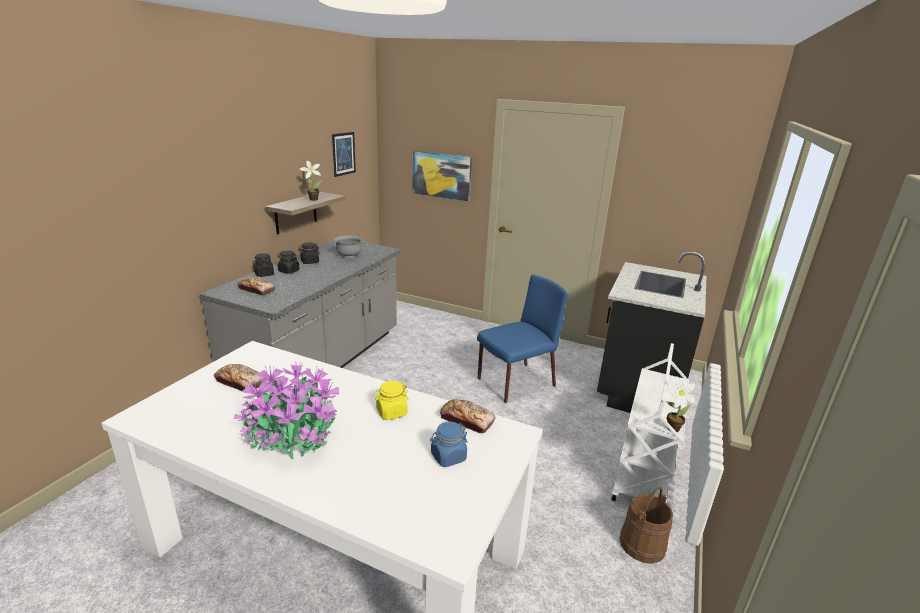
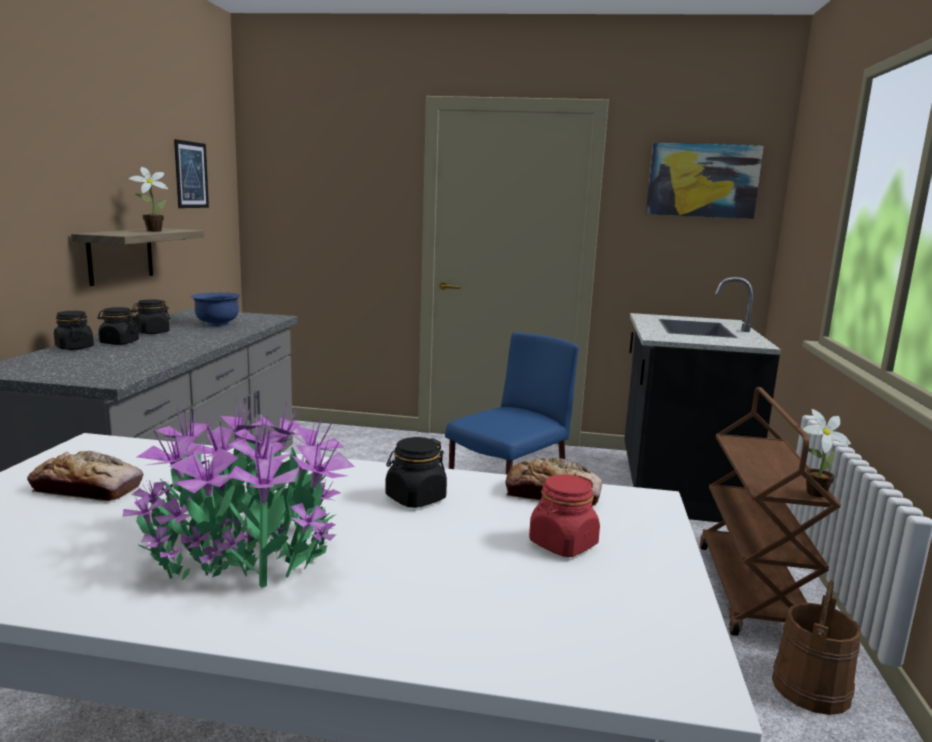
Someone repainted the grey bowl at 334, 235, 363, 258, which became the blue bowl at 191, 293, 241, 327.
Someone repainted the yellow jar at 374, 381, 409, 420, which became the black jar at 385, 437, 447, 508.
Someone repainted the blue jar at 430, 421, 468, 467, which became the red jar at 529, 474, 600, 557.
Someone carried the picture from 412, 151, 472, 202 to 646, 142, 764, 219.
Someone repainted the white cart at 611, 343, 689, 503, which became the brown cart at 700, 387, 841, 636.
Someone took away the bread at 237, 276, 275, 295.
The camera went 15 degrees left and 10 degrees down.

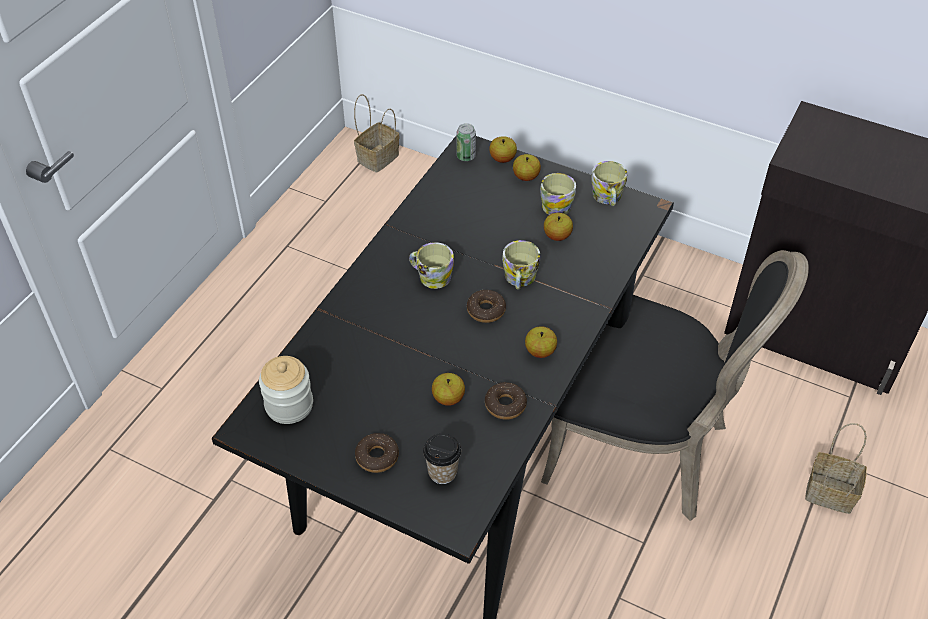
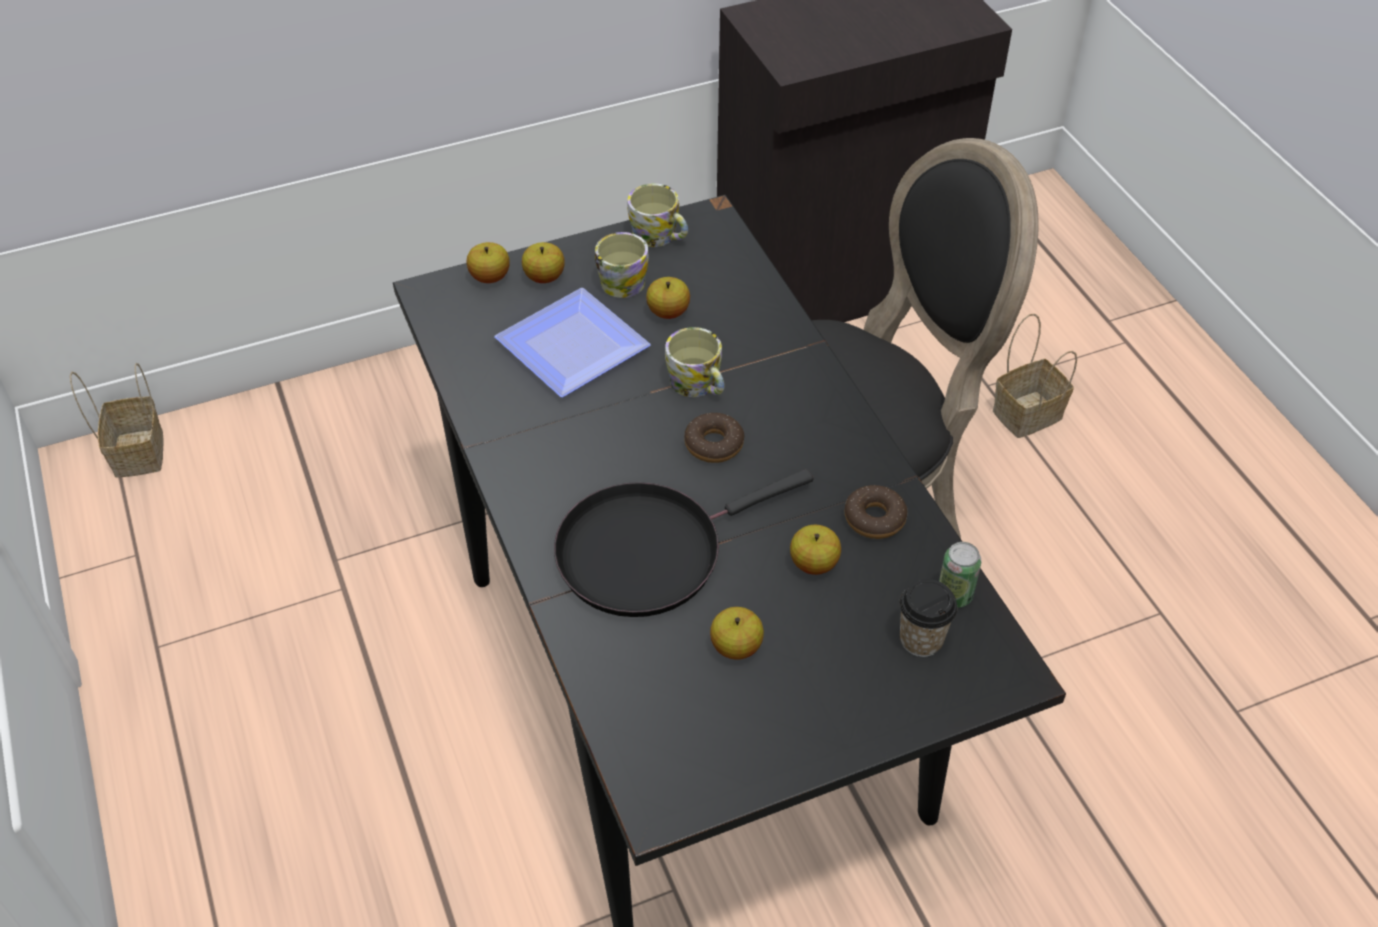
Someone put down the plate at 494, 288, 651, 397.
Someone put down the black frying pan at 554, 469, 813, 617.
Someone carried the apple from 525, 326, 557, 358 to 710, 607, 764, 660.
Someone carried the can from 456, 123, 476, 161 to 939, 542, 981, 608.
Someone took away the jar at 259, 356, 313, 424.
Someone took away the donut at 355, 433, 399, 473.
Someone took away the mug at 409, 242, 454, 289.
The camera went 50 degrees left and 0 degrees up.

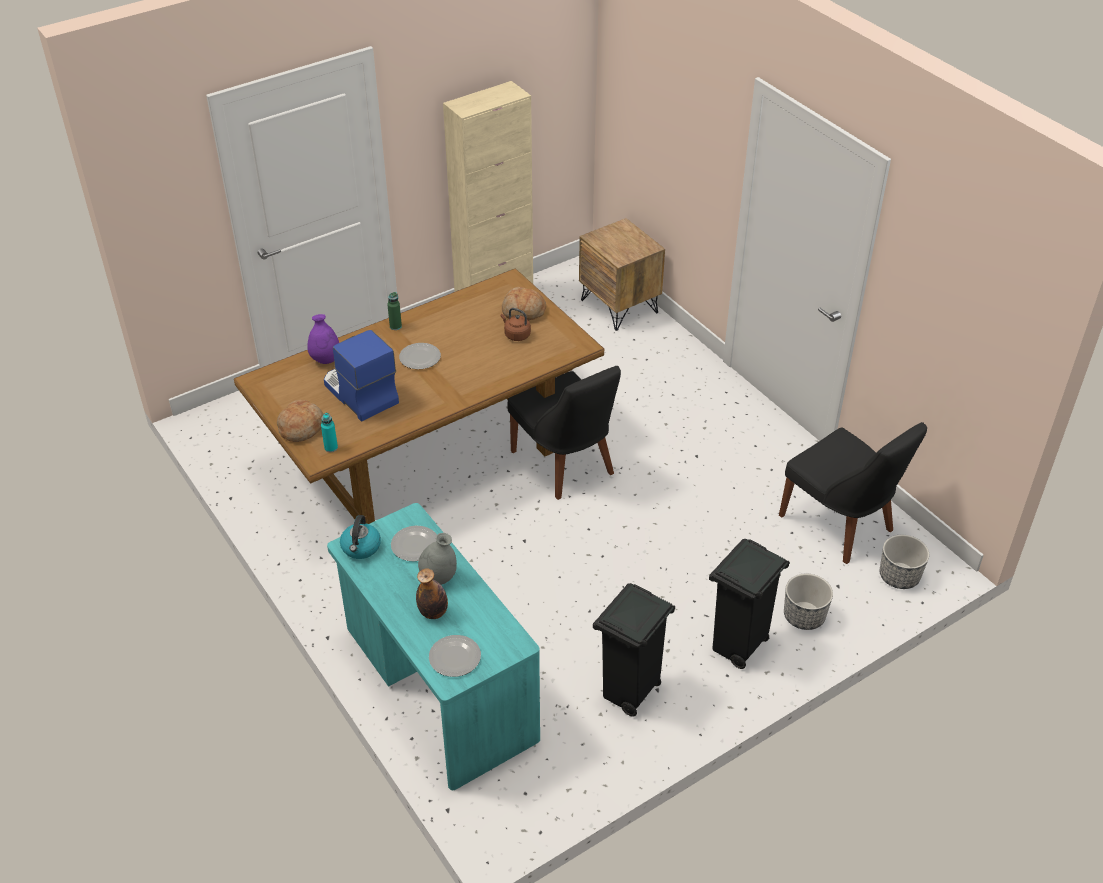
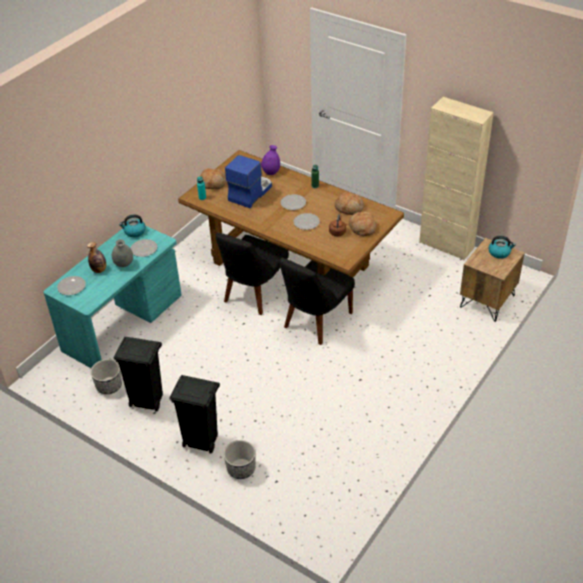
Someone carried the planter from 880, 535, 929, 589 to 90, 359, 122, 394.
Someone carried the black chair from 779, 422, 927, 564 to 216, 232, 289, 315.
Someone put down the plate at 293, 213, 320, 230.
Someone put down the bread at 335, 192, 364, 215.
Someone put down the kettle at 488, 236, 516, 259.
The camera went 70 degrees right and 0 degrees up.

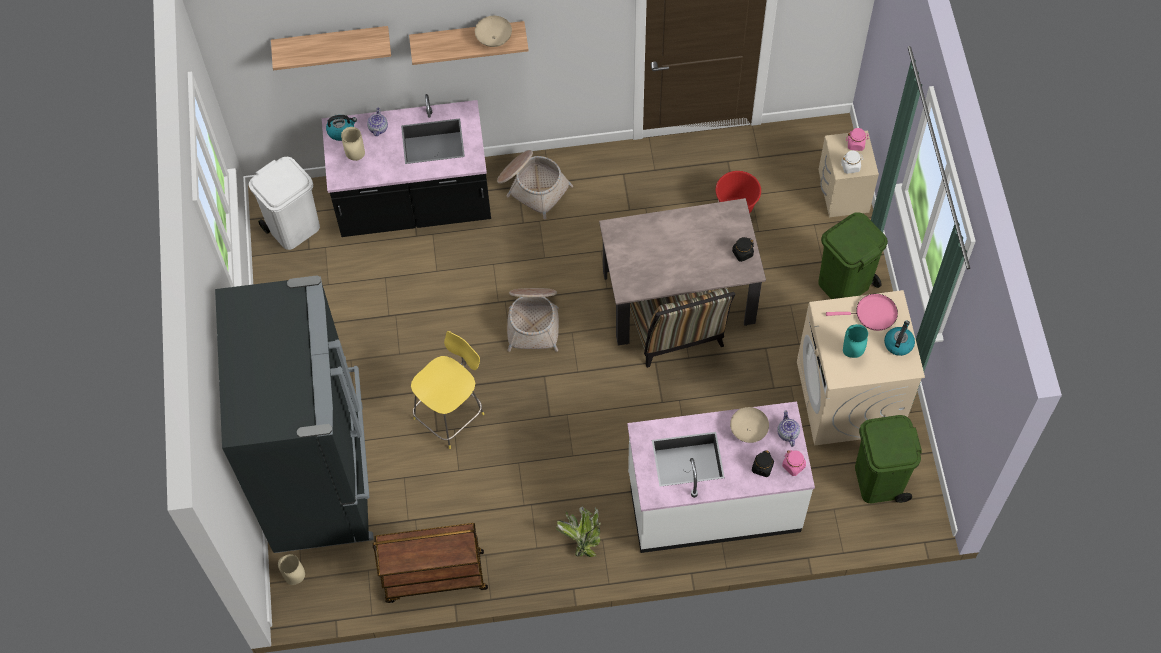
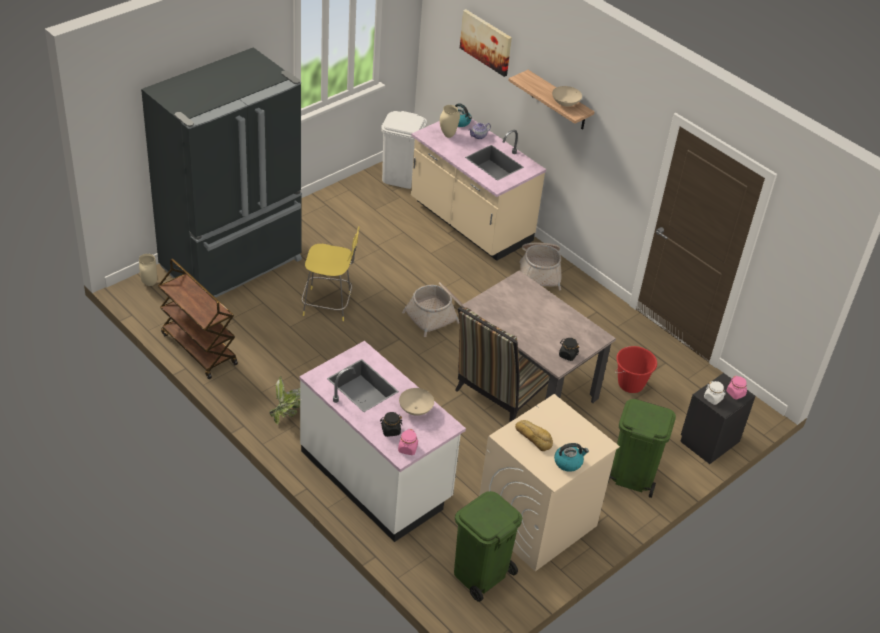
Someone repainted the black counter at 322, 94, 491, 237, which became the beige counter at 411, 119, 546, 261.
Someone swapped the shelf at 271, 26, 391, 70 for the picture at 460, 9, 512, 77.
Someone swapped the turquoise vase at 843, 324, 868, 358 for the bread at 515, 420, 553, 451.
Someone repainted the beige nightstand at 818, 130, 879, 217, which became the black nightstand at 680, 373, 755, 464.
Someone took away the teapot at 777, 410, 800, 447.
Someone took away the pink frying pan at 826, 294, 898, 331.
The camera went 50 degrees right and 20 degrees down.

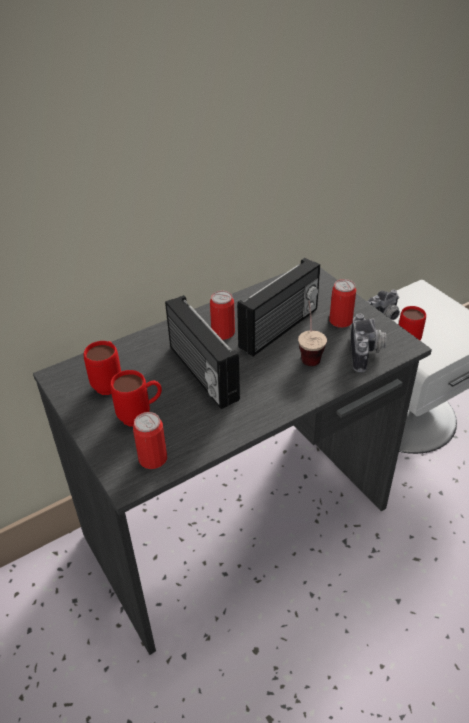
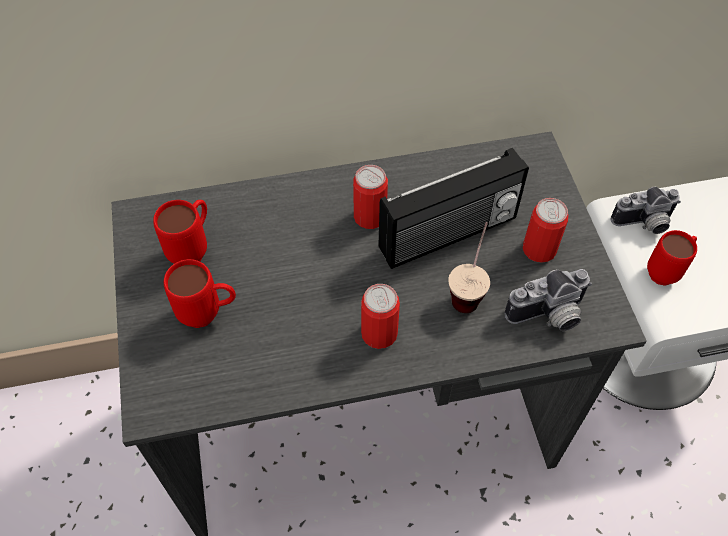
Someone carried the can from 133, 412, 167, 469 to 361, 284, 400, 349.
Someone rotated the photo camera at 351, 314, 386, 372 by 45 degrees clockwise.
Someone took away the radio at 165, 295, 240, 409.
The camera went 20 degrees right and 15 degrees up.

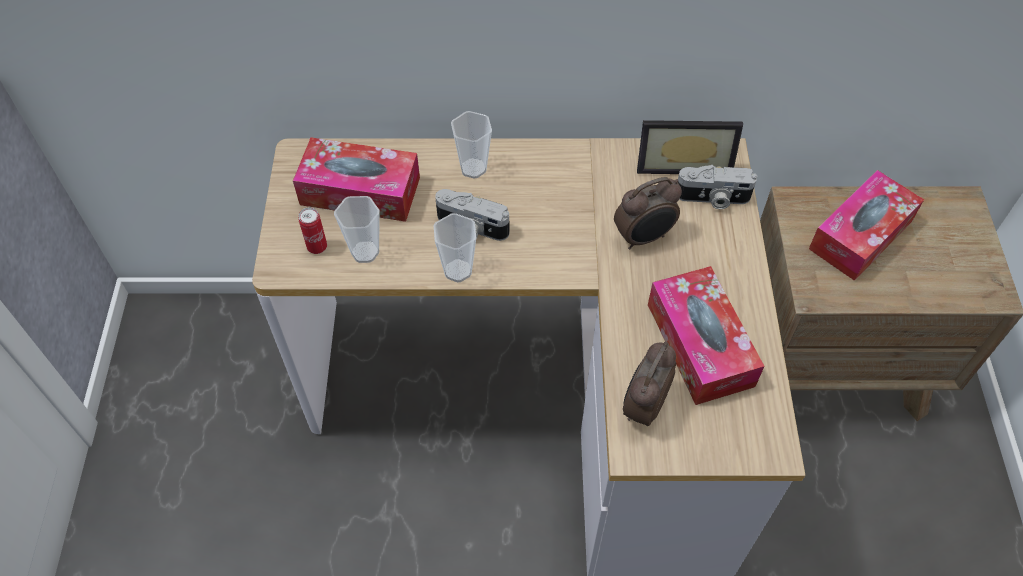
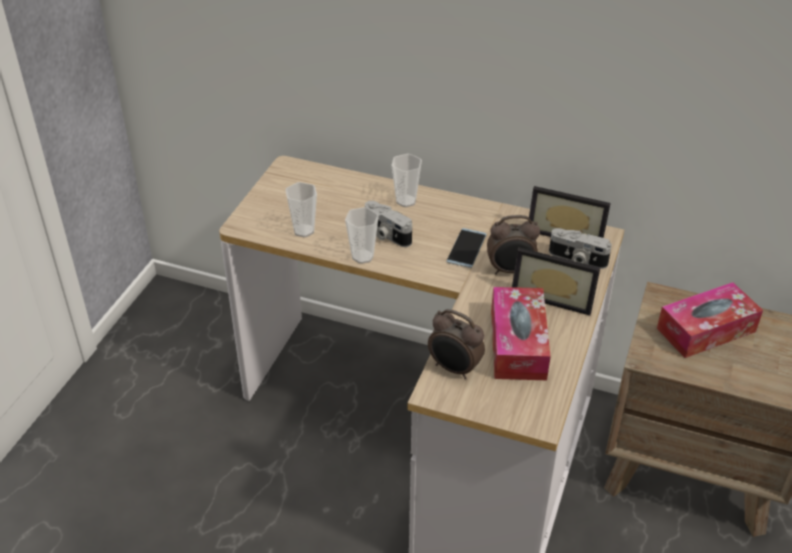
Someone rotated the alarm clock at 623, 341, 676, 426 by 105 degrees counterclockwise.
Someone put down the phone at 446, 228, 487, 268.
Someone put down the picture frame at 512, 247, 600, 316.
Someone took away the tissue box at 293, 137, 420, 222.
Someone took away the can at 298, 207, 327, 254.
The camera went 20 degrees right and 15 degrees down.

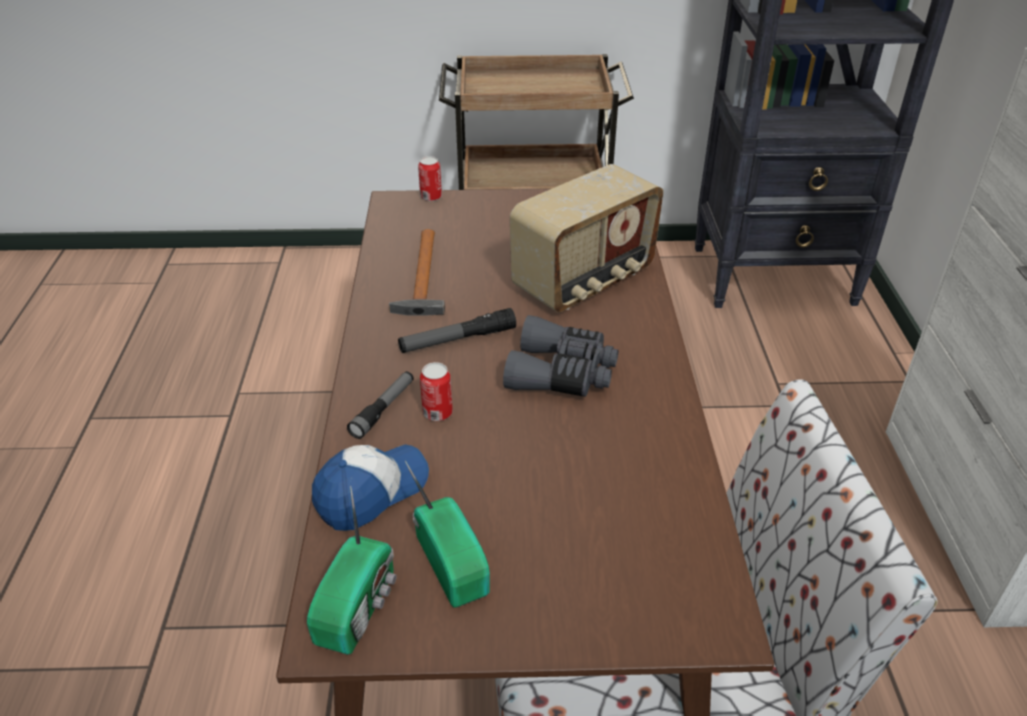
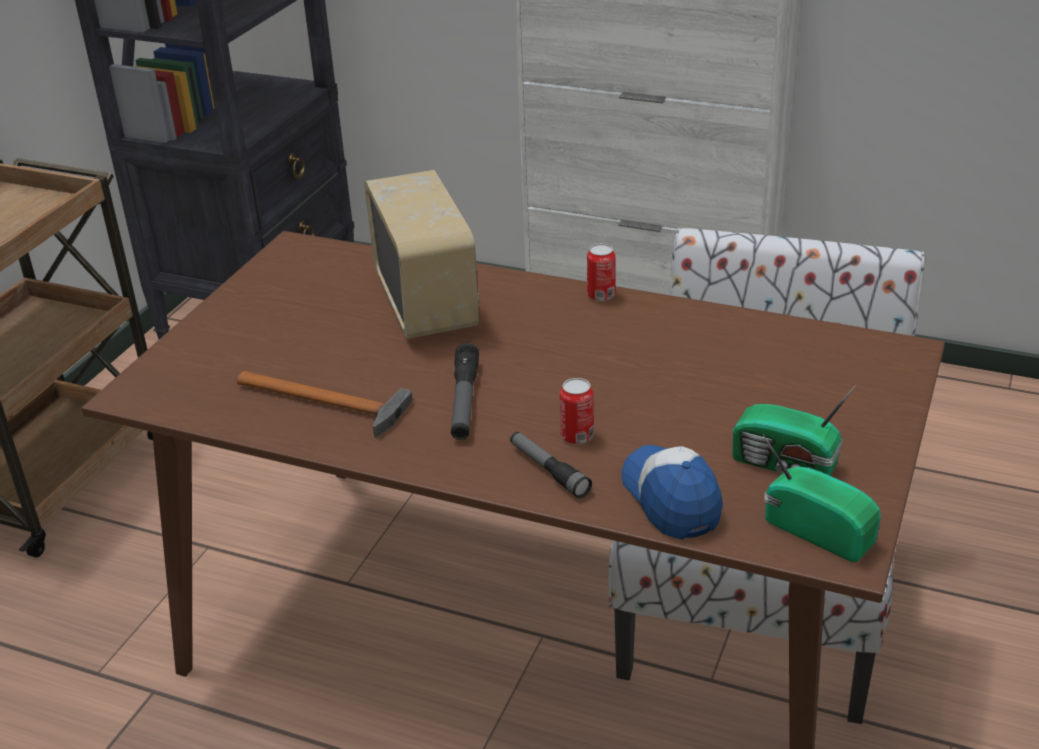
Someone carried the can from 418, 156, 442, 201 to 587, 244, 616, 301.
Someone rotated the radio at 405, 461, 490, 608 by 150 degrees counterclockwise.
Someone took away the grey binoculars at 503, 315, 618, 397.
The camera went 65 degrees left and 5 degrees down.

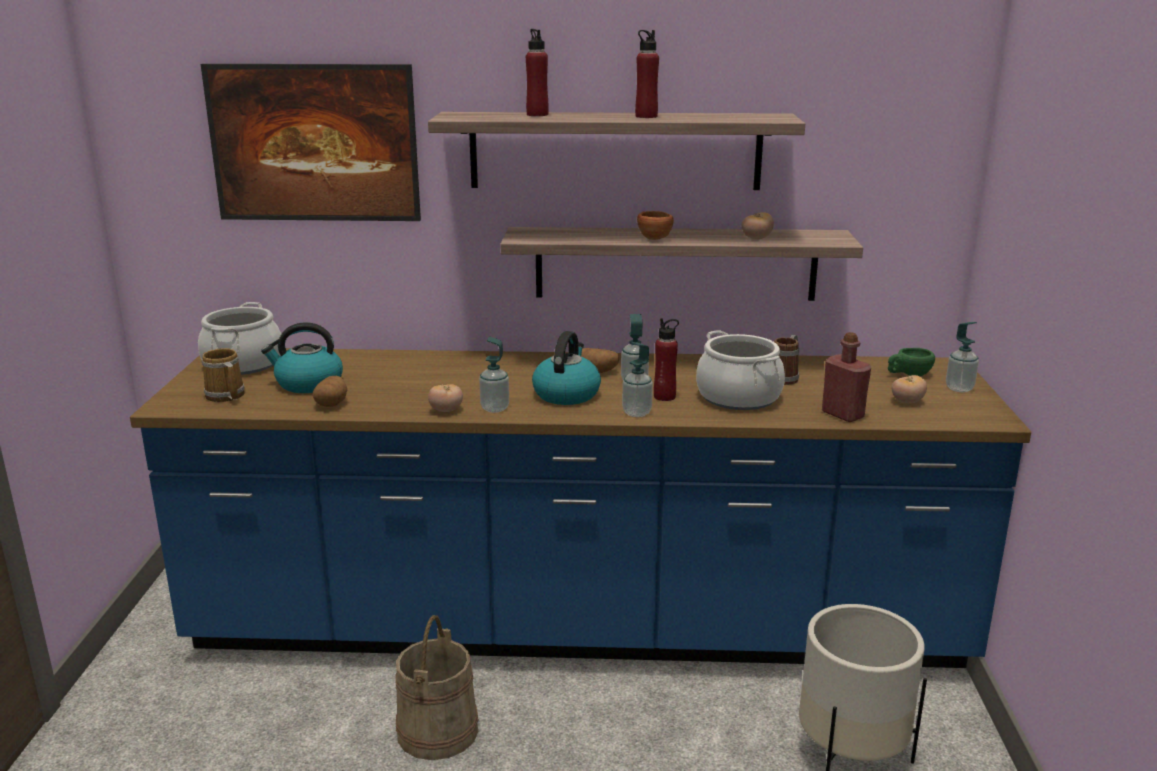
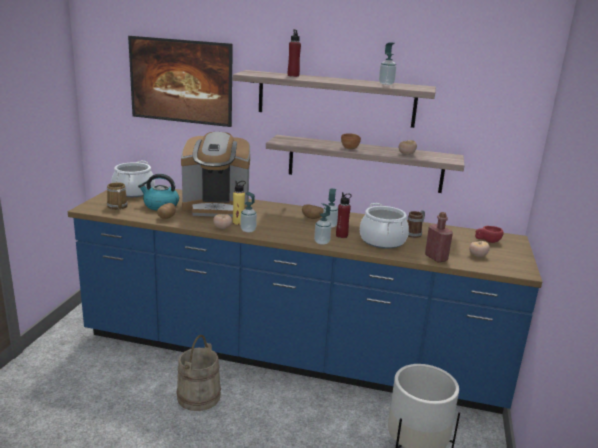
Someone put down the coffee machine at 181, 132, 250, 217.
Someone put down the yellow bottle at 233, 181, 246, 225.
Someone carried the soap dispenser from 946, 322, 979, 392 to 379, 43, 396, 85.
Someone repainted the green cup at 888, 348, 935, 376, which became the red cup at 475, 226, 504, 243.
Someone took away the kettle at 532, 331, 601, 405.
Someone took away the red bottle at 635, 30, 659, 118.
The camera went 10 degrees right and 0 degrees up.

